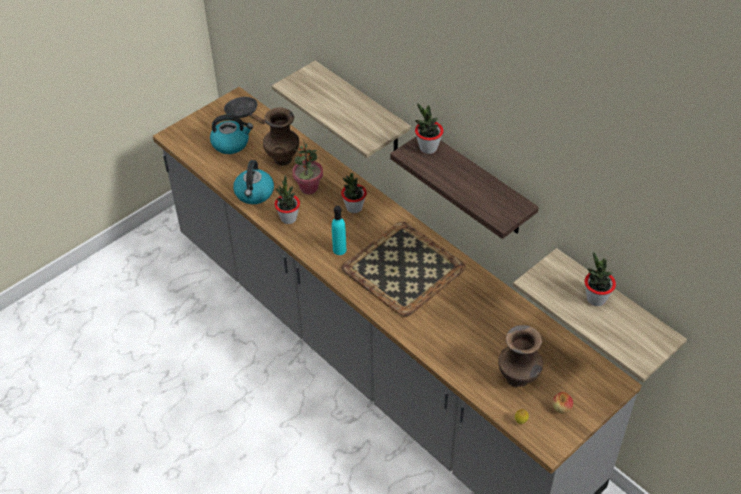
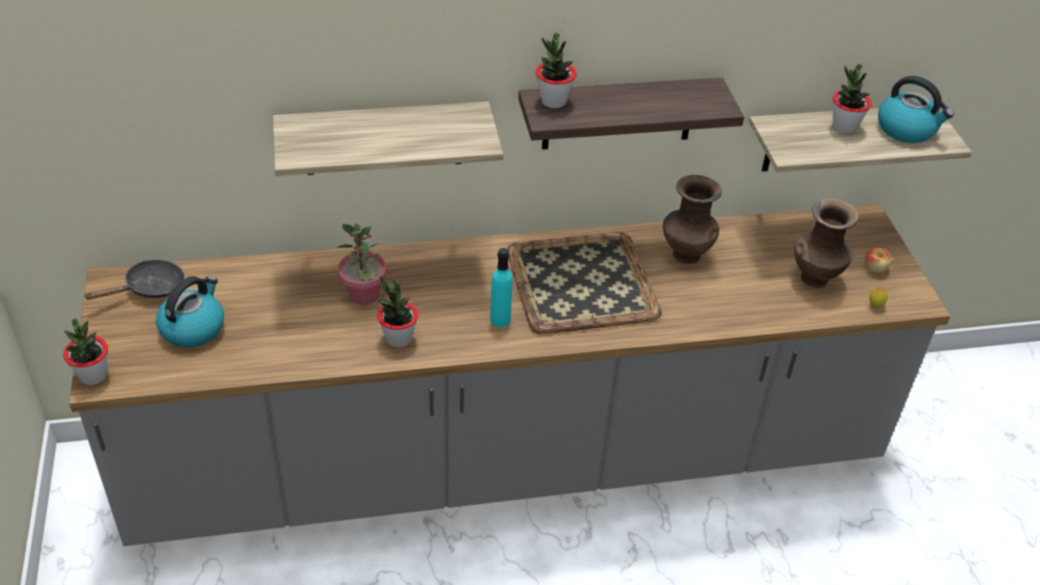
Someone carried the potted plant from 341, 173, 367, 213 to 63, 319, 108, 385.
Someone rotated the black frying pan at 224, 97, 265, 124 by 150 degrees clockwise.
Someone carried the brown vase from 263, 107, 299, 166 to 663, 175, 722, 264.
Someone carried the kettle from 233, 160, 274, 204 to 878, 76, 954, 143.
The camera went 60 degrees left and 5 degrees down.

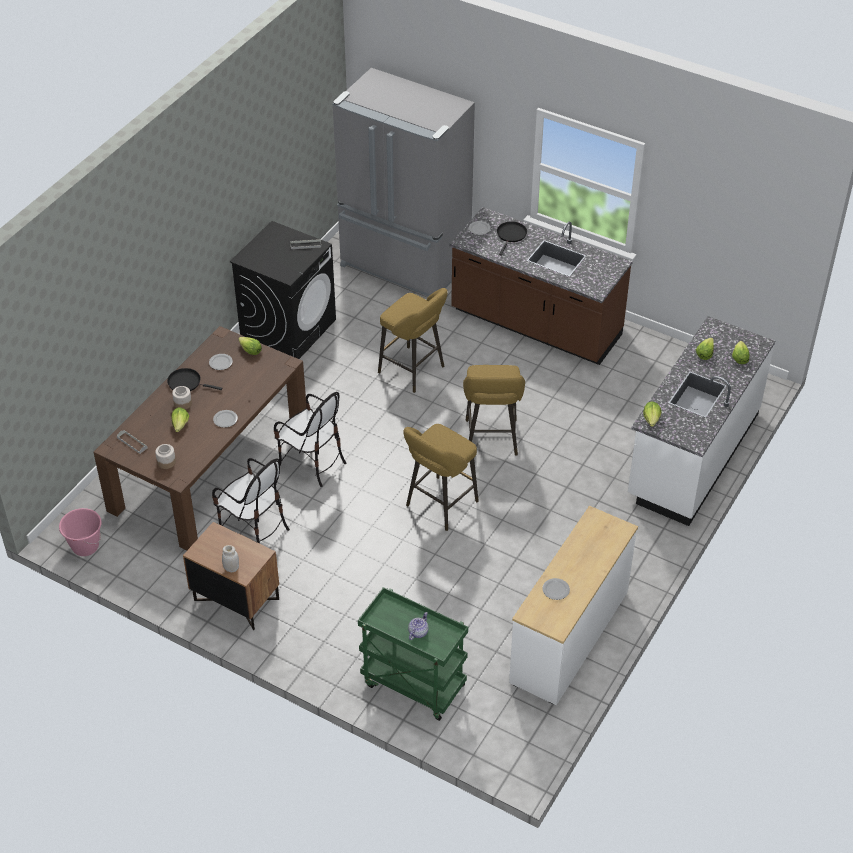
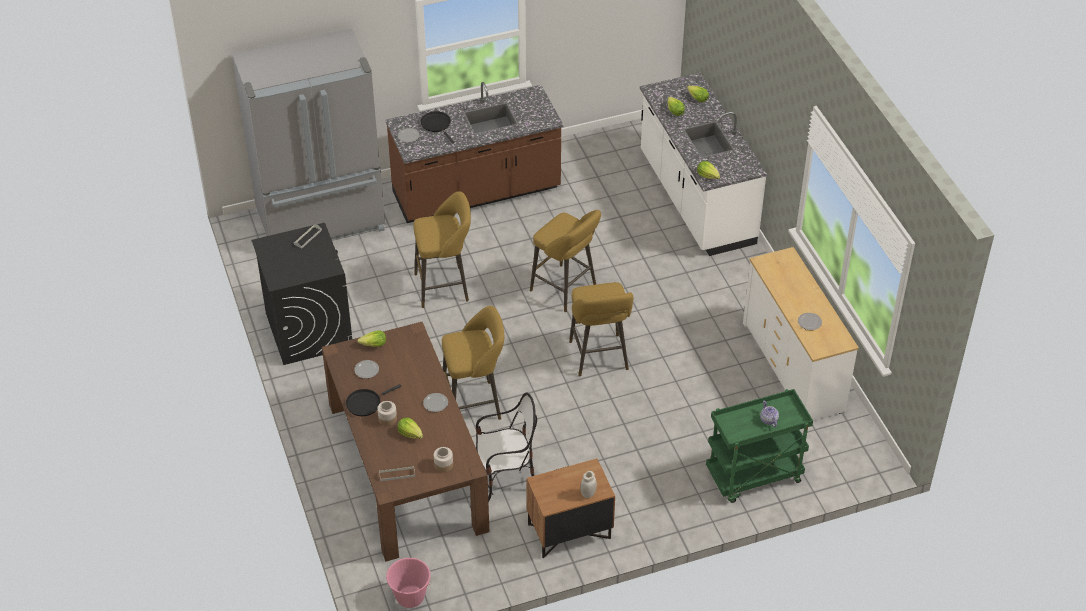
Someone swapped the chair at 274, 392, 347, 487 for the yellow stool at 442, 306, 504, 420.
The camera went 50 degrees left and 0 degrees up.

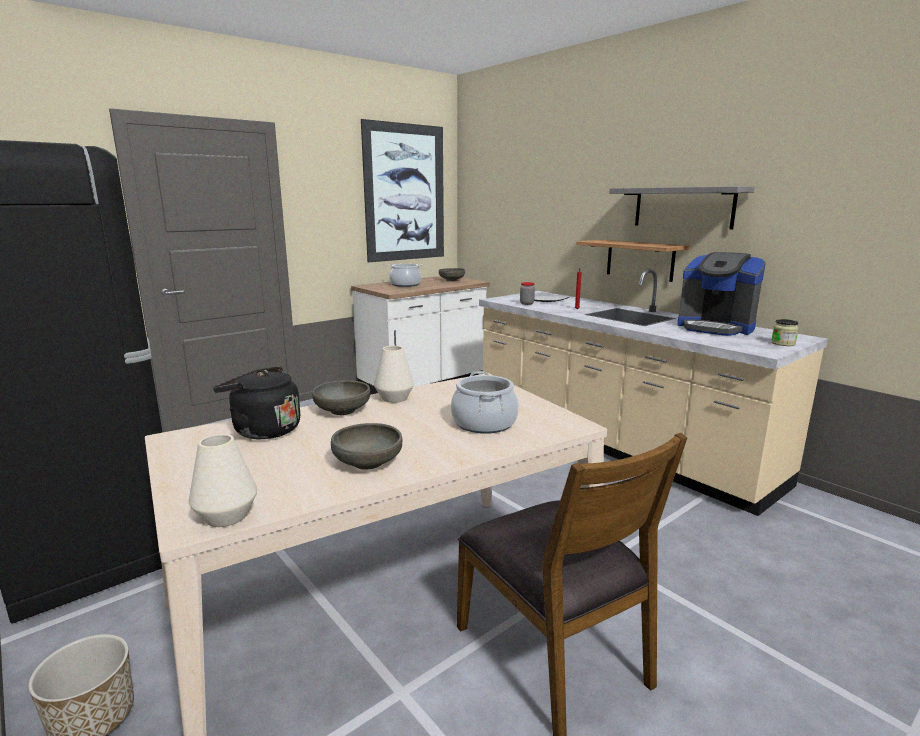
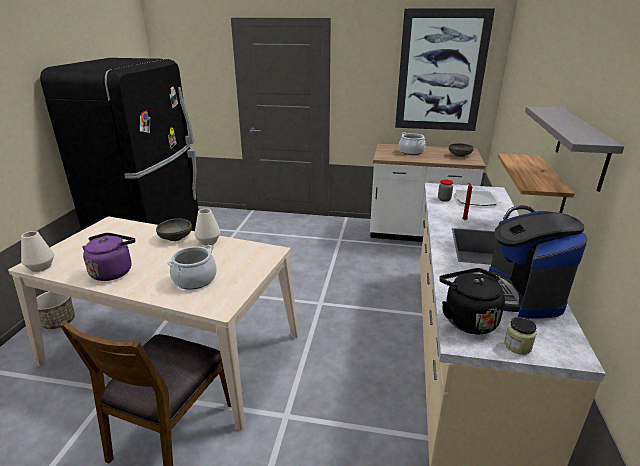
Someone swapped the grey bowl at 331, 423, 402, 469 for the purple kettle at 82, 233, 135, 281.
Someone carried the black kettle from 213, 366, 300, 439 to 439, 268, 505, 334.
The camera went 50 degrees right and 10 degrees up.

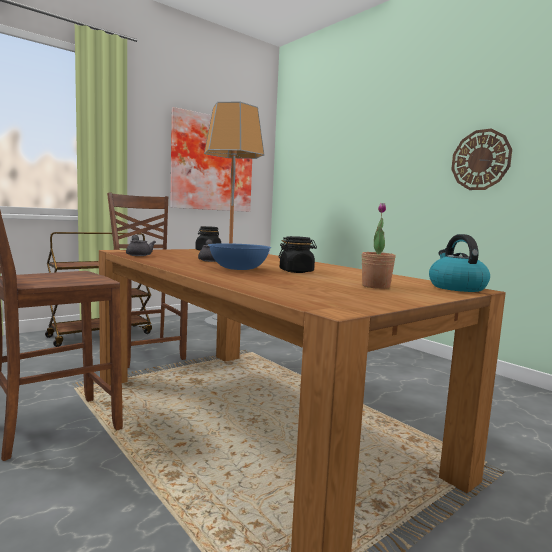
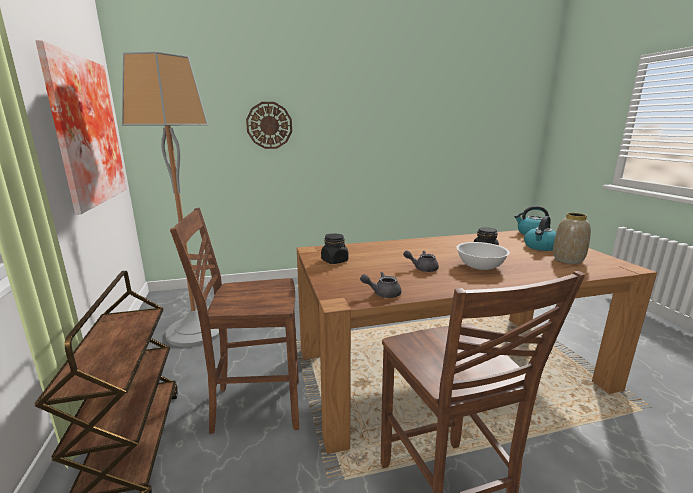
Someone carried the wall clock from 451, 128, 512, 190 to 246, 102, 292, 149.
Someone repainted the blue bowl at 208, 243, 271, 270, which became the white bowl at 456, 242, 510, 270.
Someone swapped the potted plant at 362, 202, 396, 289 for the kettle at 524, 216, 556, 251.
Someone put down the vase at 553, 213, 591, 264.
The camera went 65 degrees left and 10 degrees up.

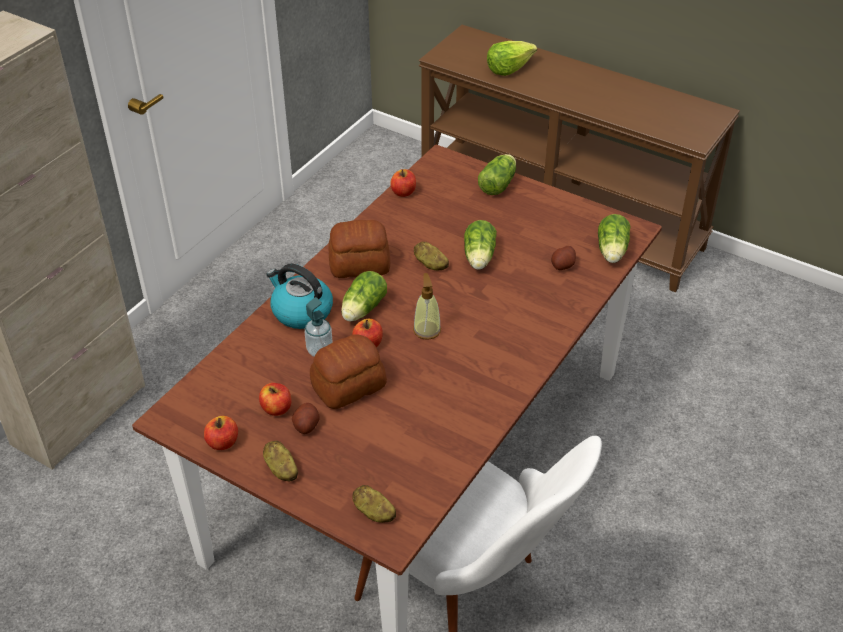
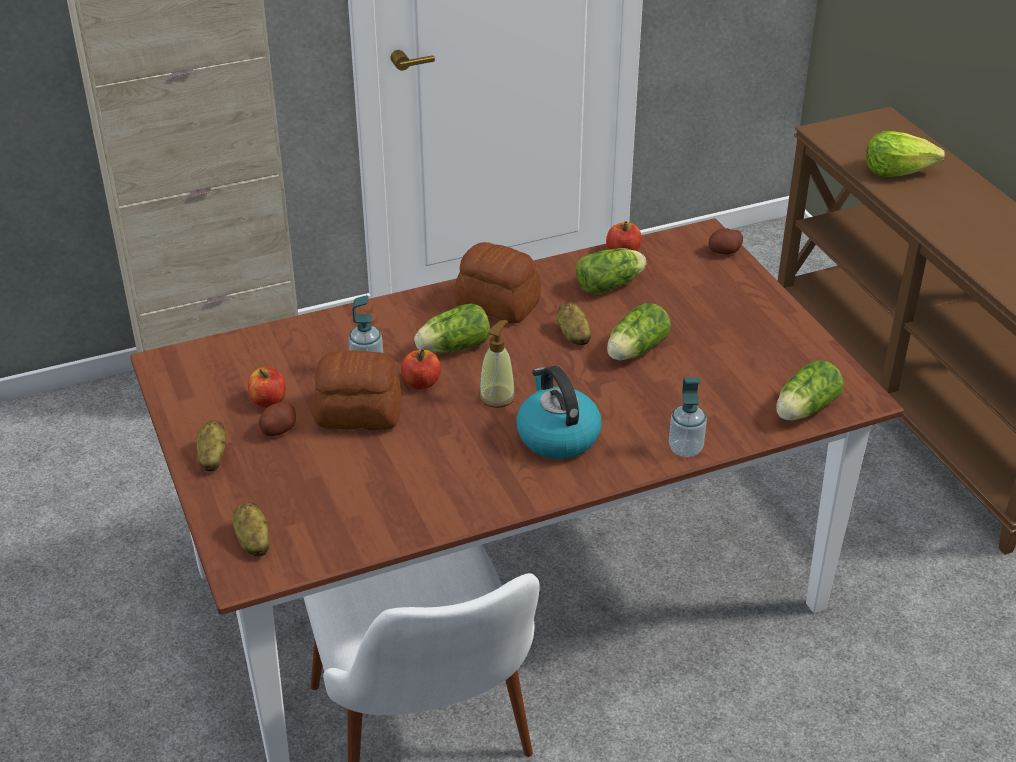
Someone carried the kettle from 266, 264, 333, 329 to 516, 366, 602, 459.
Someone carried the lettuce from 478, 154, 516, 195 to 576, 248, 646, 294.
Someone put down the soap dispenser at 669, 377, 707, 457.
Someone carried the potato from 551, 246, 576, 270 to 708, 228, 743, 255.
Someone took away the apple at 204, 416, 238, 450.
The camera went 35 degrees right and 5 degrees down.

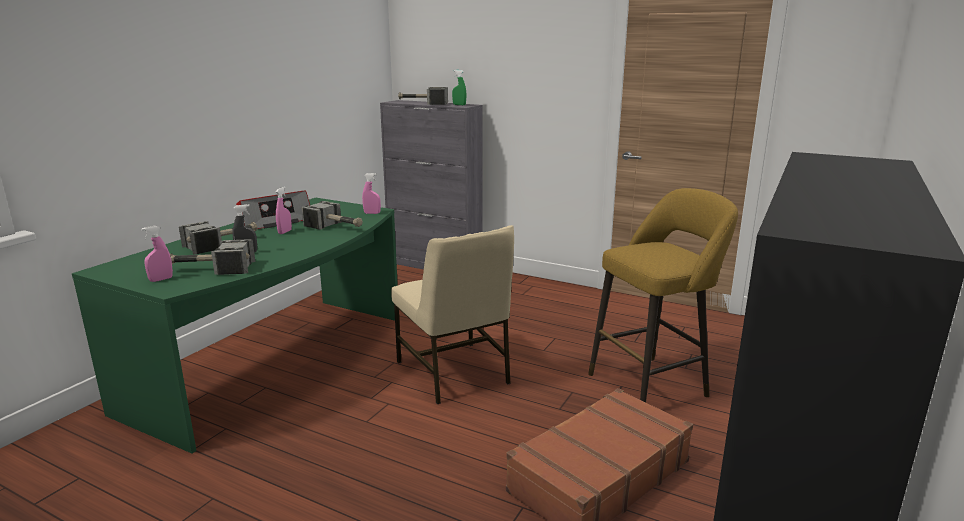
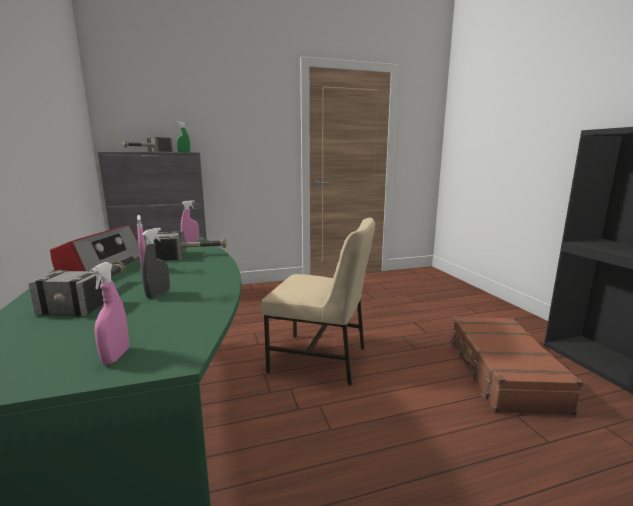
Someone took away the hammer at 170, 239, 255, 275.
Someone took away the yellow stool at 588, 188, 738, 402.
The camera went 45 degrees left and 5 degrees down.

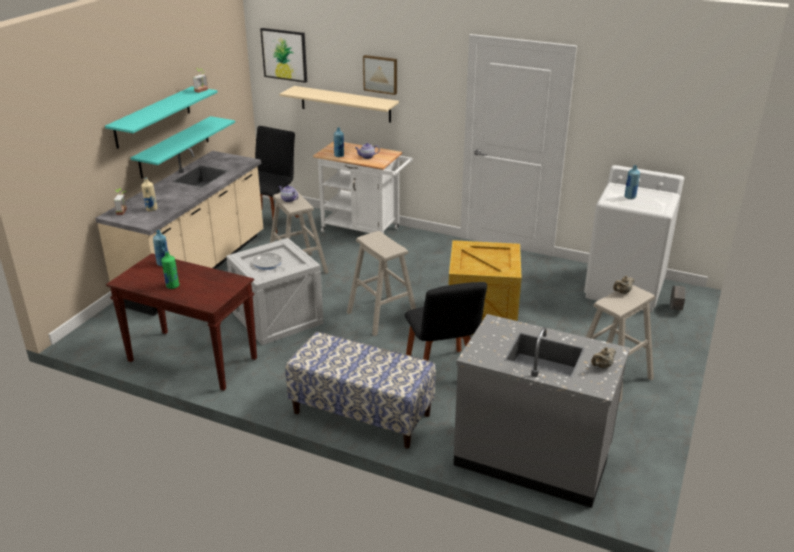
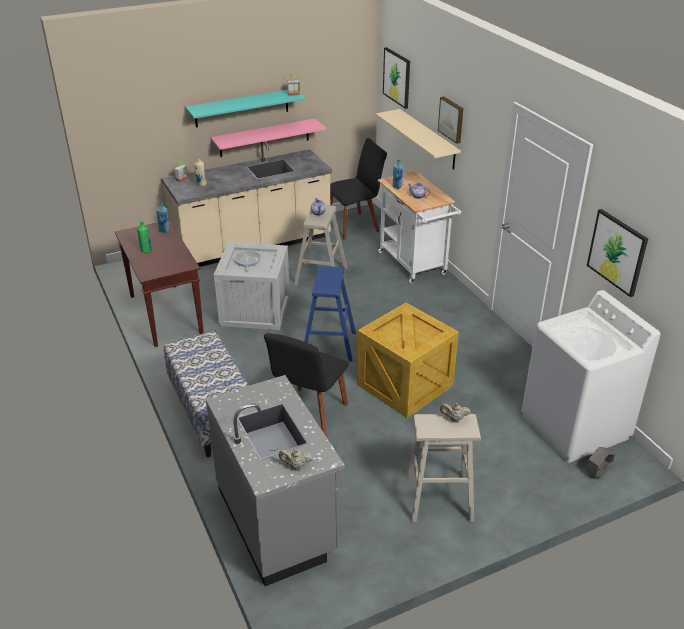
Someone repainted the turquoise shelf at 131, 116, 235, 179, which became the pink shelf at 210, 119, 326, 157.
Someone repainted the beige stool at 347, 231, 416, 336, which became the blue stool at 304, 266, 356, 362.
Someone put up the picture at 587, 209, 648, 297.
Someone took away the blue bottle at 624, 165, 640, 199.
The camera went 40 degrees right and 5 degrees up.

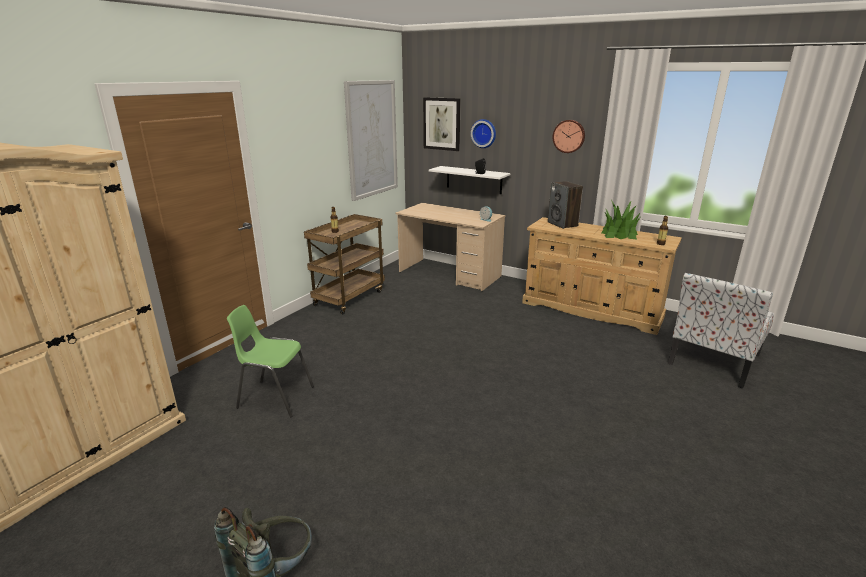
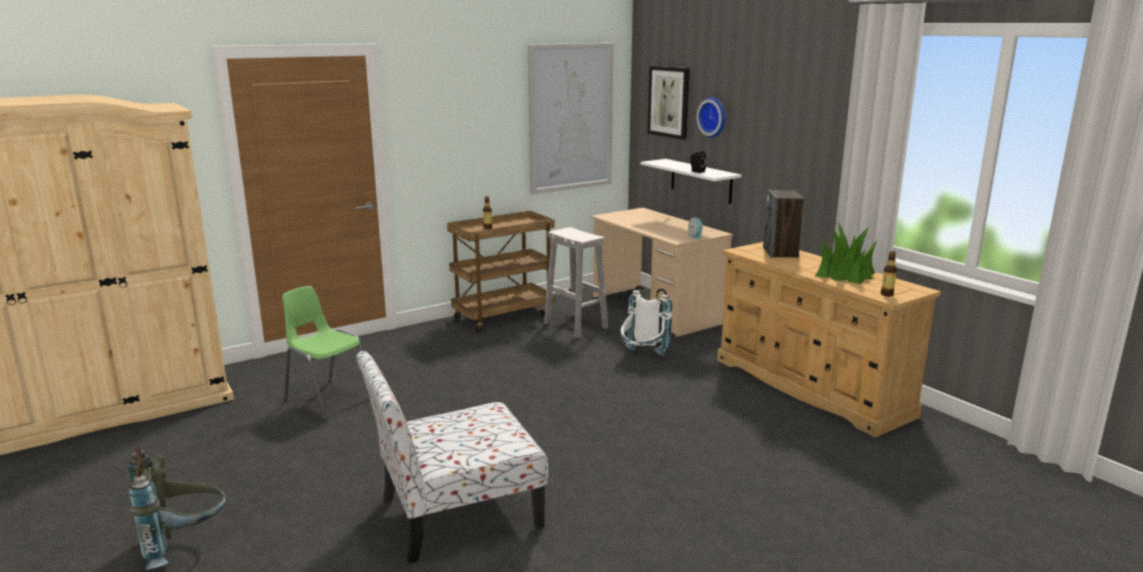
Someone carried the chair from 668, 273, 774, 389 to 356, 351, 548, 563.
Someone put down the white stool at 544, 227, 608, 338.
Someone put down the white backpack at 620, 285, 672, 356.
Someone took away the wall clock at 552, 120, 585, 153.
The camera went 25 degrees right and 5 degrees down.

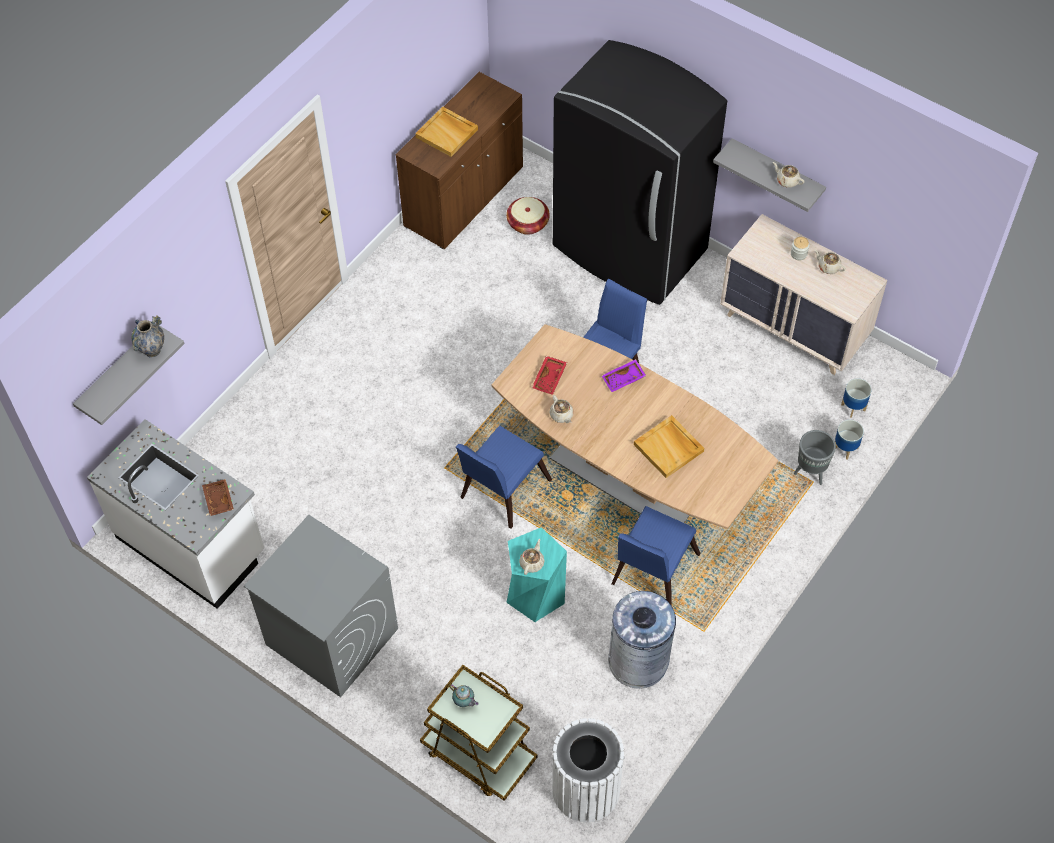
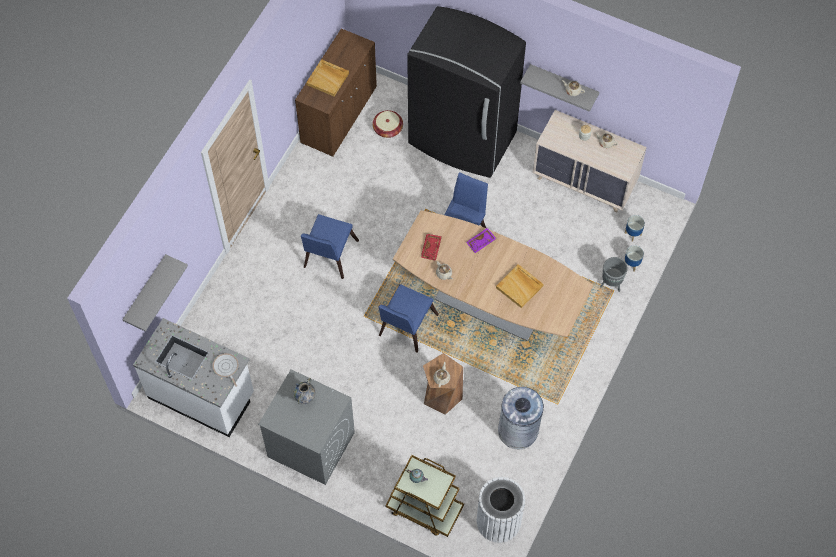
Someone swapped the brown tray at 202, 479, 234, 516 for the frying pan at 213, 353, 238, 387.
Someone carried the vase from 131, 315, 164, 358 to 293, 378, 315, 404.
Someone carried the blue chair from 611, 506, 701, 606 to 301, 214, 359, 279.
Someone repainted the turquoise stool at 506, 527, 567, 622, which became the brown stool at 423, 353, 463, 415.
The camera went 10 degrees left and 5 degrees up.

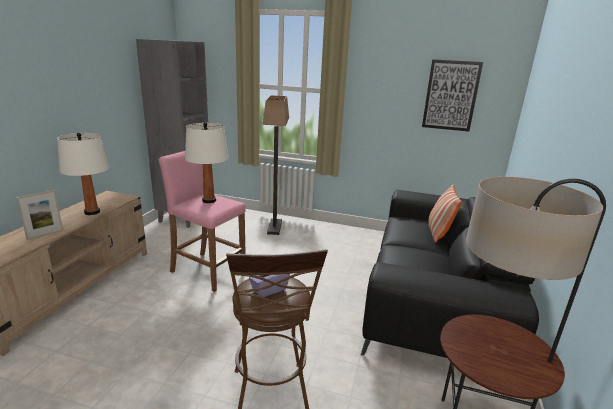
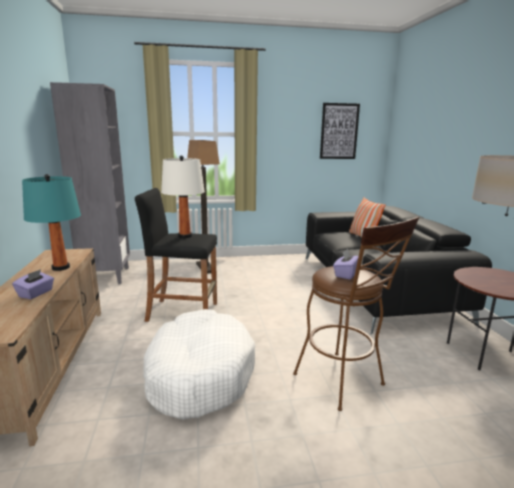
Someone swapped the picture frame at 16, 190, 63, 240 for the purple tissue box at 12, 269, 54, 299.
Someone repainted the white table lamp at 57, 133, 109, 215, which became the turquoise table lamp at 22, 174, 81, 271.
Someone repainted the pink stool at 159, 151, 246, 292, which became the black stool at 135, 188, 217, 322.
Someone put down the white dog bed at 144, 309, 255, 420.
The camera went 25 degrees left and 5 degrees down.

